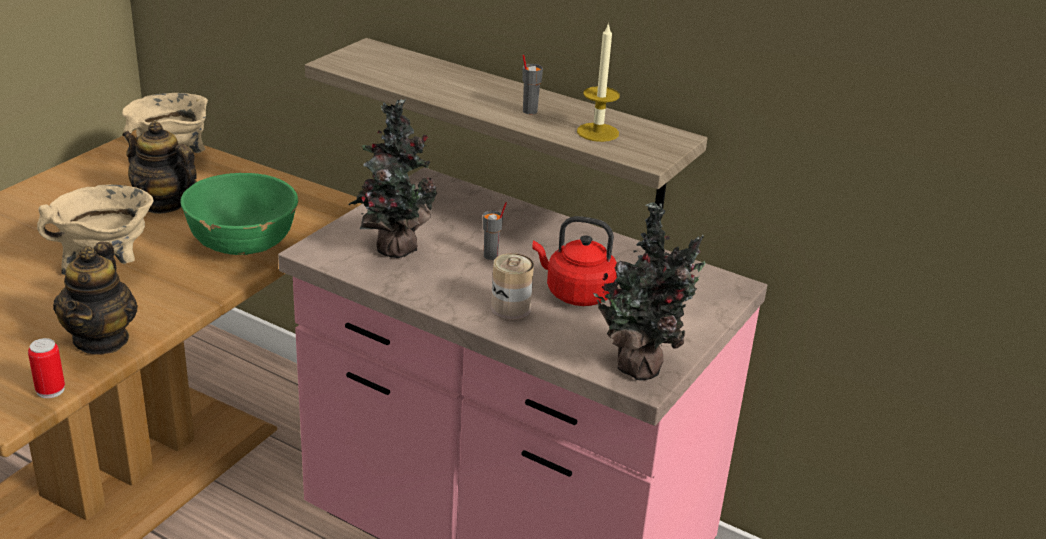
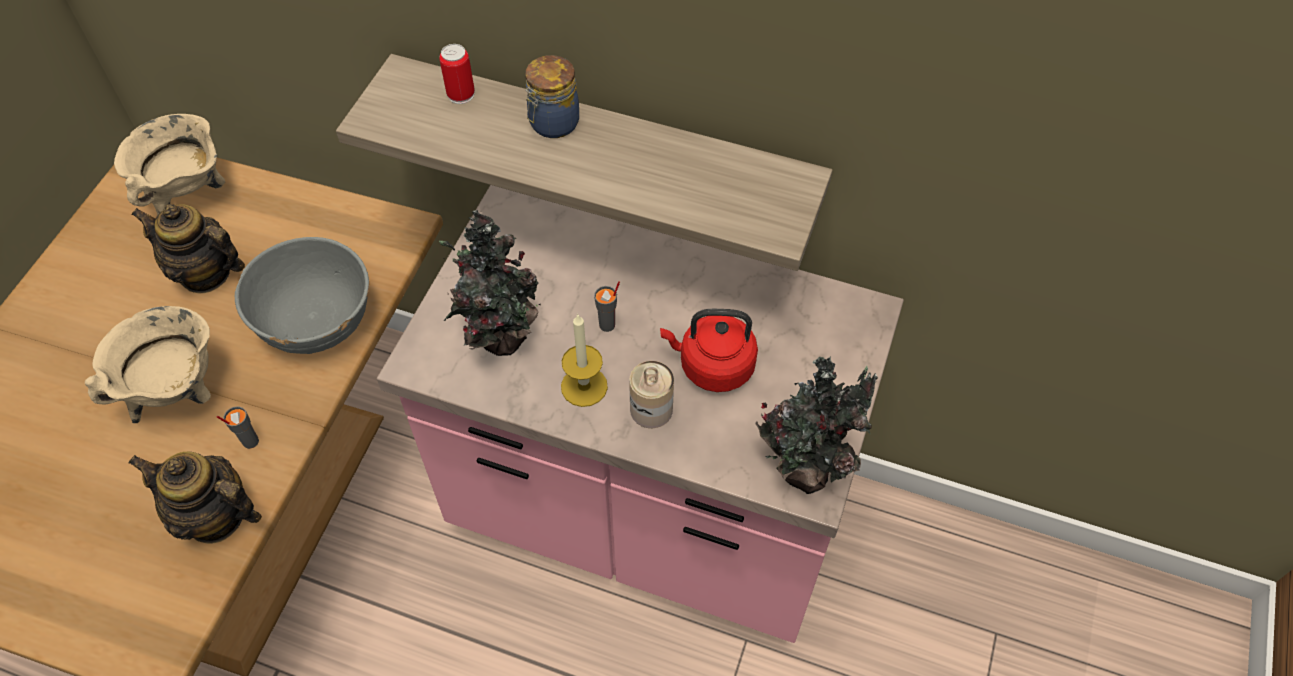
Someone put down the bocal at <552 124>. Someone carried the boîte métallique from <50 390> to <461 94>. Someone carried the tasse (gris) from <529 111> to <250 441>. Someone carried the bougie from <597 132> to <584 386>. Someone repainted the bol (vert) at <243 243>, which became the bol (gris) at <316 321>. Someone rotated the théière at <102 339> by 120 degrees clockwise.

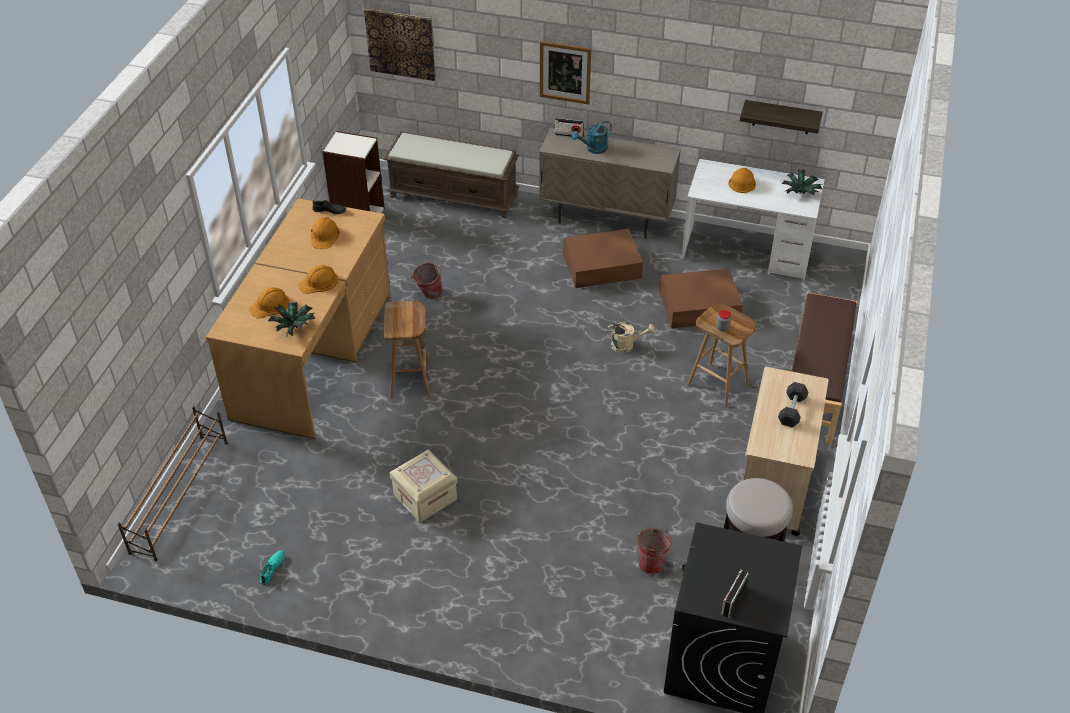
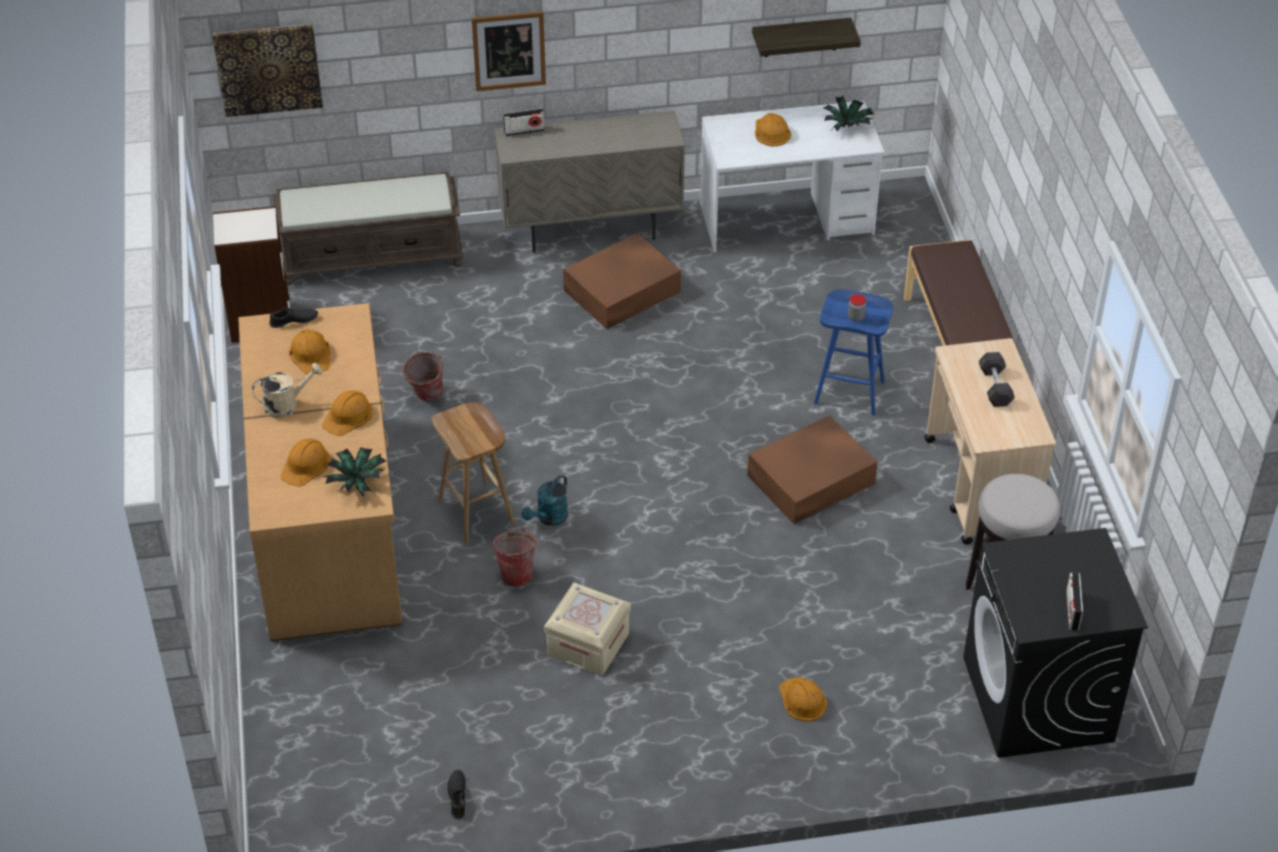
Someone took away the étagère à chaussures (marron) at <180 495>. Someone put down the casque de chantier (orange) at <802 700>. Someone carried the arrosoir (turquoise) from <593 149> to <549 518>. Someone carried the arrosoir (beige) from <626 345> to <287 405>. Someone carried the seau from <653 562> to <517 573>. Someone carried the boîte de rangement (marron) from <700 306> to <812 479>. Someone repainted the chaussure (turquoise) at <272 569>, which became the chaussure (noir) at <458 796>. Someone repainted the tabouret (marron) at <719 385>, which became the tabouret (bleu) at <850 392>.

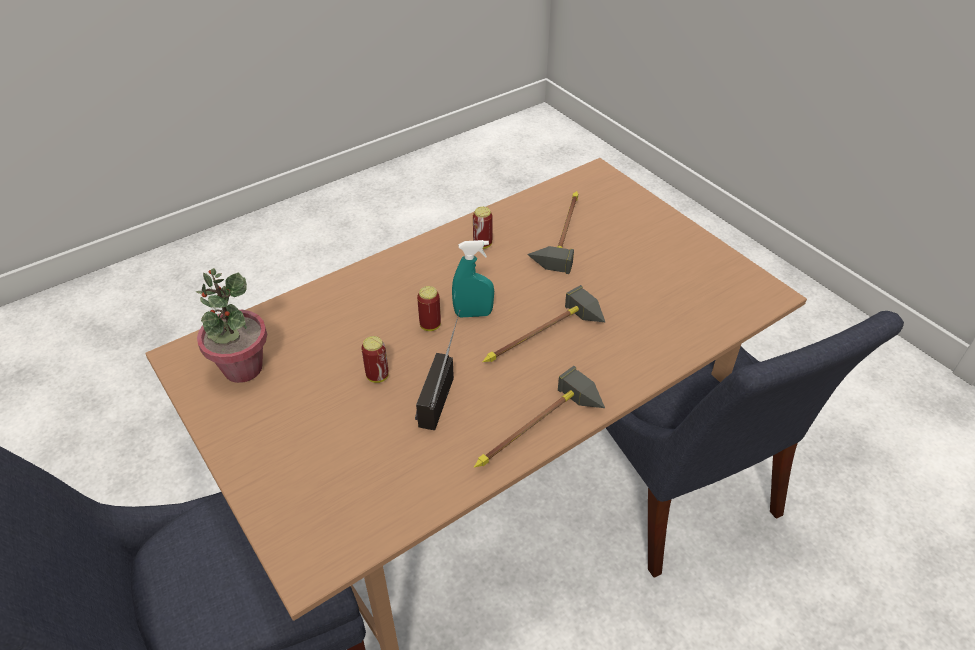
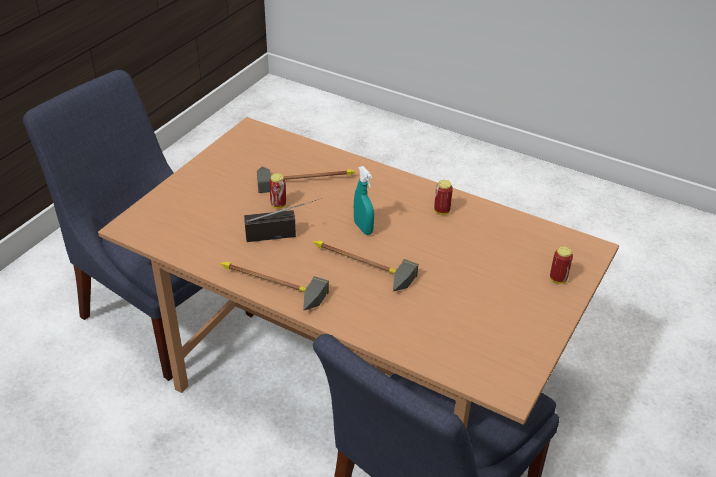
Someone took away the plante en pot at <242 368>. Someone carried the boîte métallique from <430 325> to <558 279>. Someone carried the marteau from <559 231> to <306 178>.

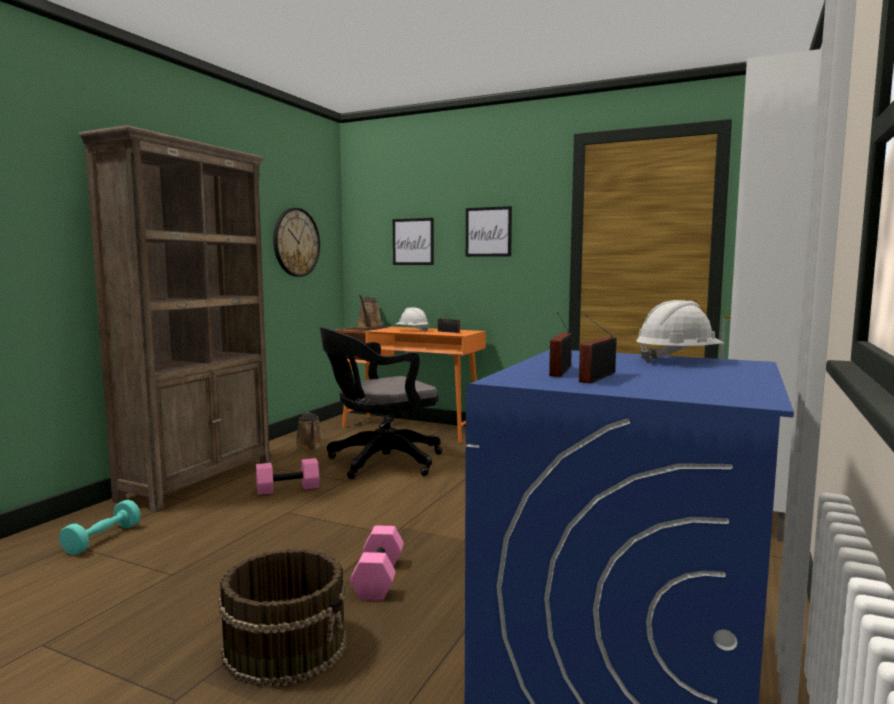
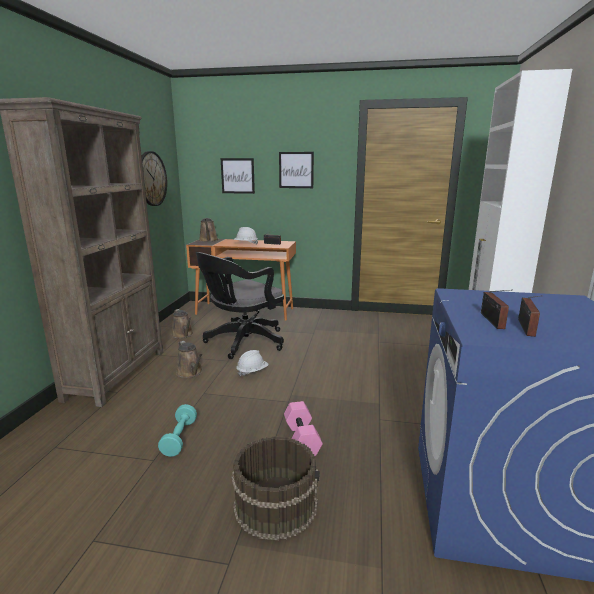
Someone carried the haltère (turquoise) from <103 539> to <179 438>. Someone carried the casque de chantier (blanc) from <677 360> to <252 371>. Someone swapped the haltère (rose) at <288 488> for the arrosoir (marron) at <190 372>.

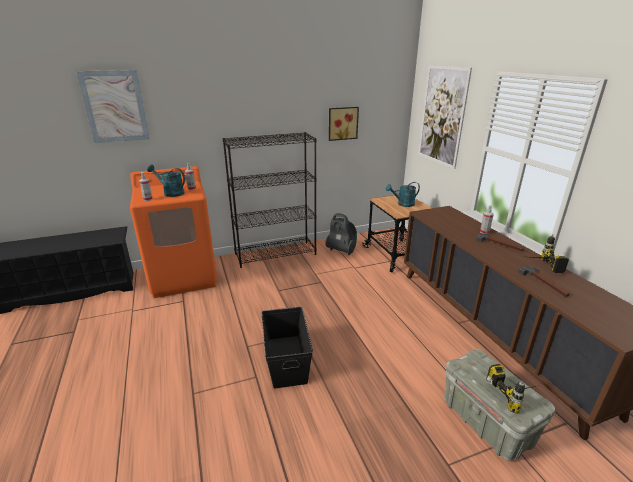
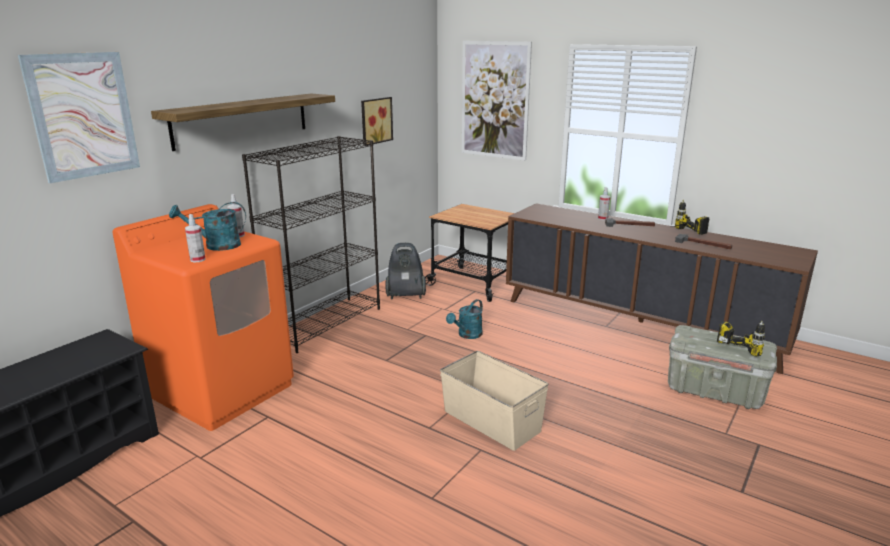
Someone put up the étagère at <242 120>. Someone carried the arrosoir (turquoise) from <403 204> to <467 335>. Someone repainted the boîte de rangement (noir) at <286 360>, which became the boîte de rangement (beige) at <491 421>.

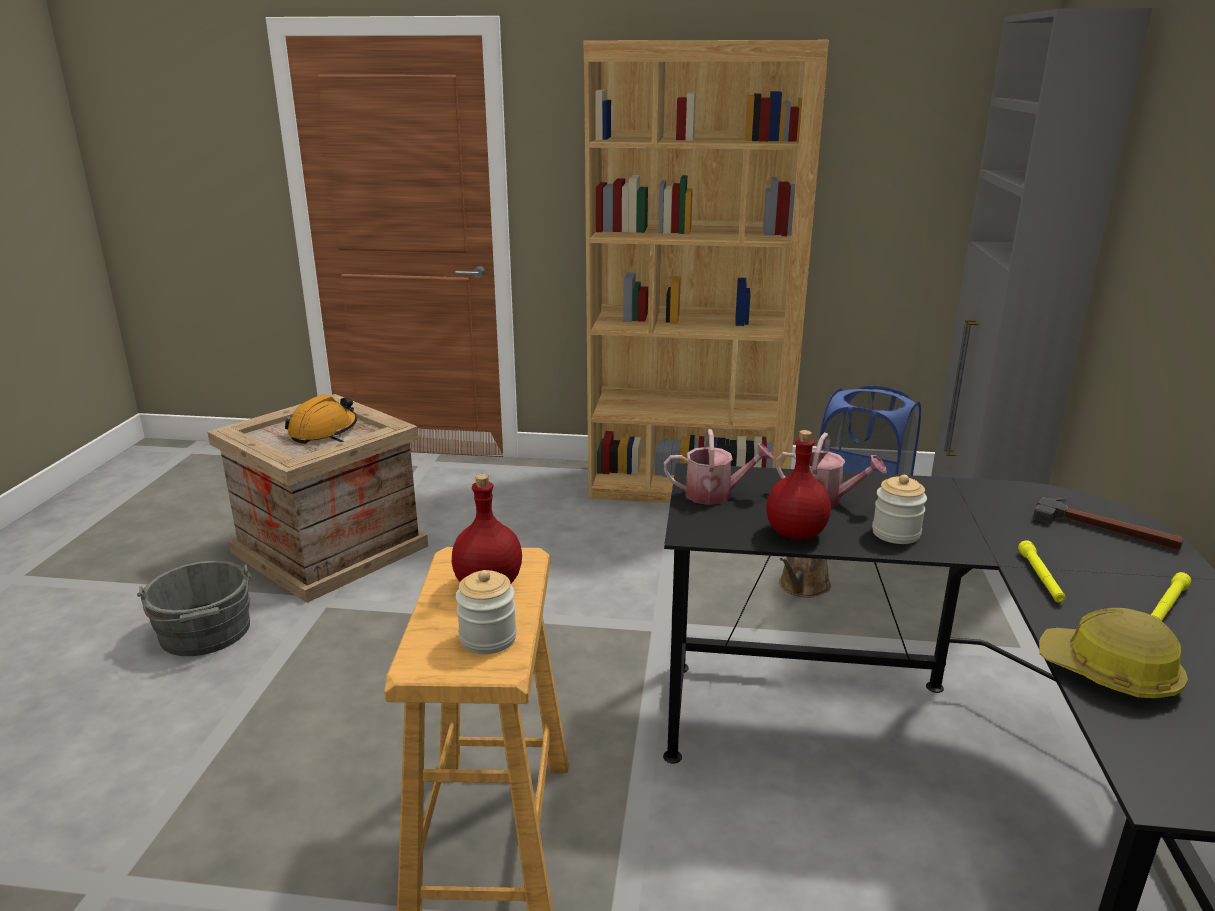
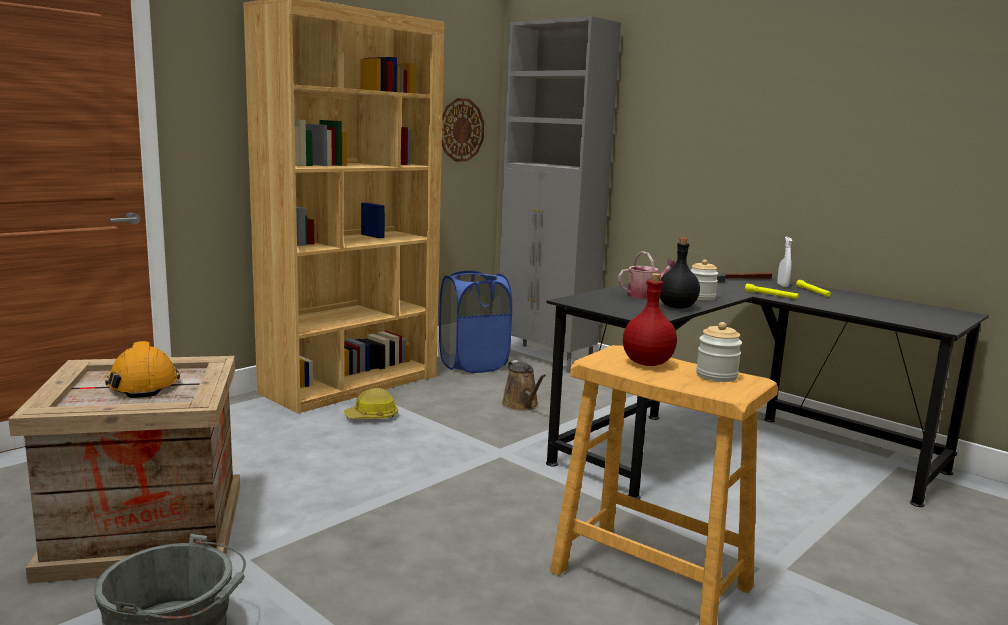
Someone took away the arrosoir at <715 494>. Someone put up the horloge murale at <461 130>. Someone put down the vaporisateur (blanc) at <782 285>. Someone carried the casque de chantier from <1109 673> to <372 416>. Someone repainted the bouteille (rouge) at <796 533>, which became the bouteille (noir) at <676 307>.

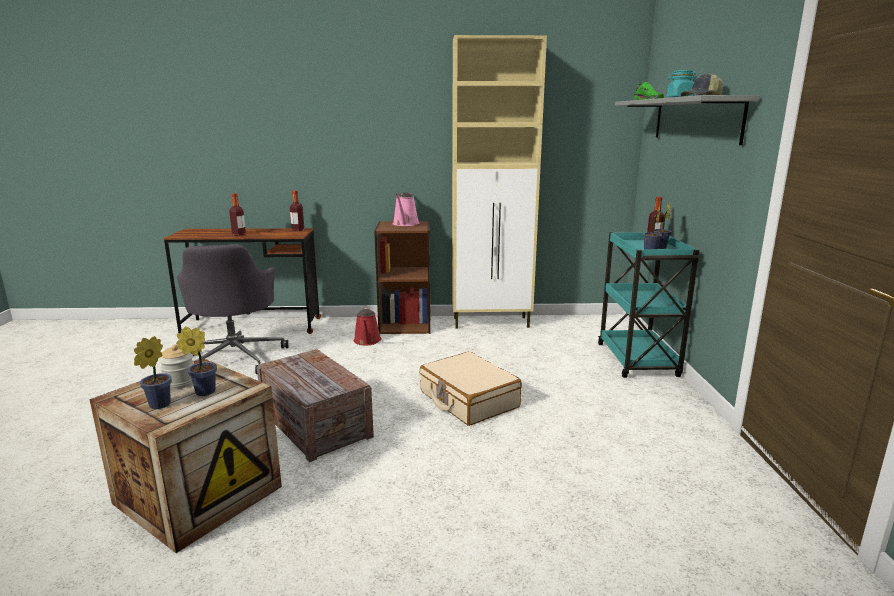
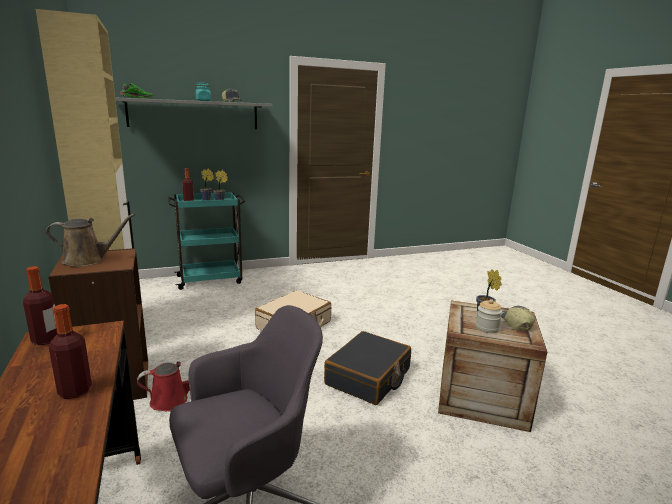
Someone swapped the plante en pot at <157 406> for the casquette at <515 323>. Someone swapped the caisse at <316 425> for the valise (noir) at <368 377>. Someone repainted the arrosoir (rose) at <405 224>, which became the arrosoir (marron) at <88 260>.

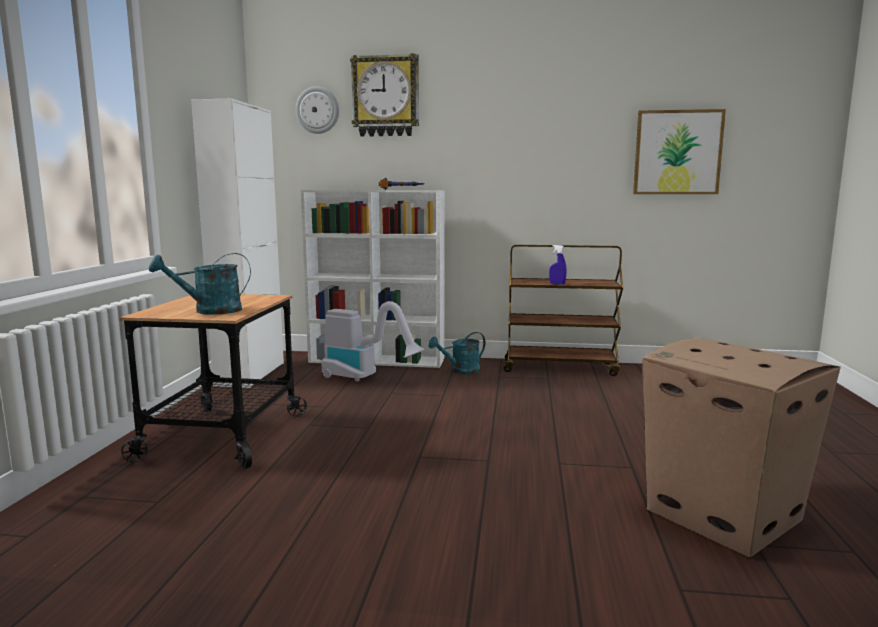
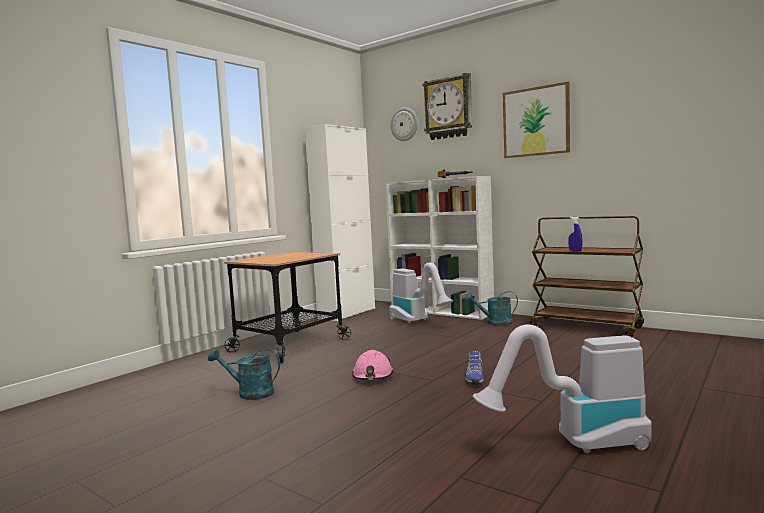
Someone put down the casque de chantier (rose) at <373 376>. Someone put down the chaussure at <474 379>. Someone carried the arrosoir (turquoise) from <209 311> to <249 393>. Someone carried the tableau from <677 152> to <536 121>. Someone swapped the carton at <725 515> for the aspirateur at <574 444>.

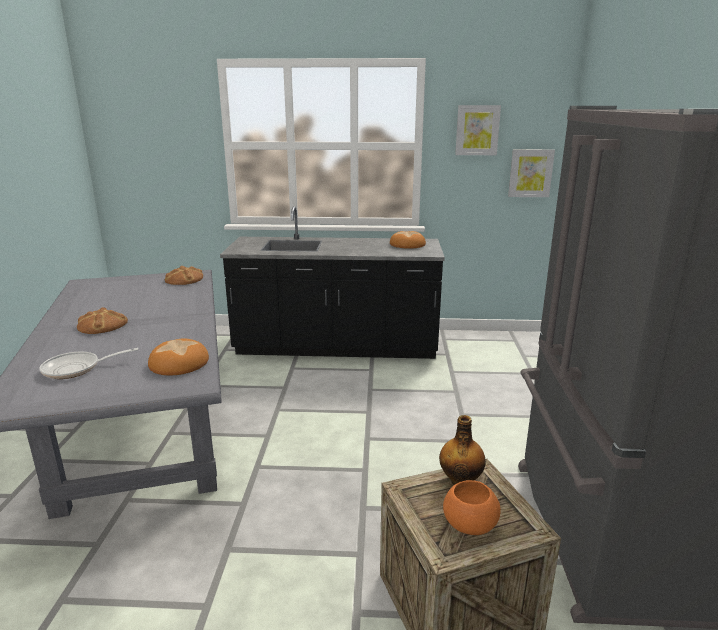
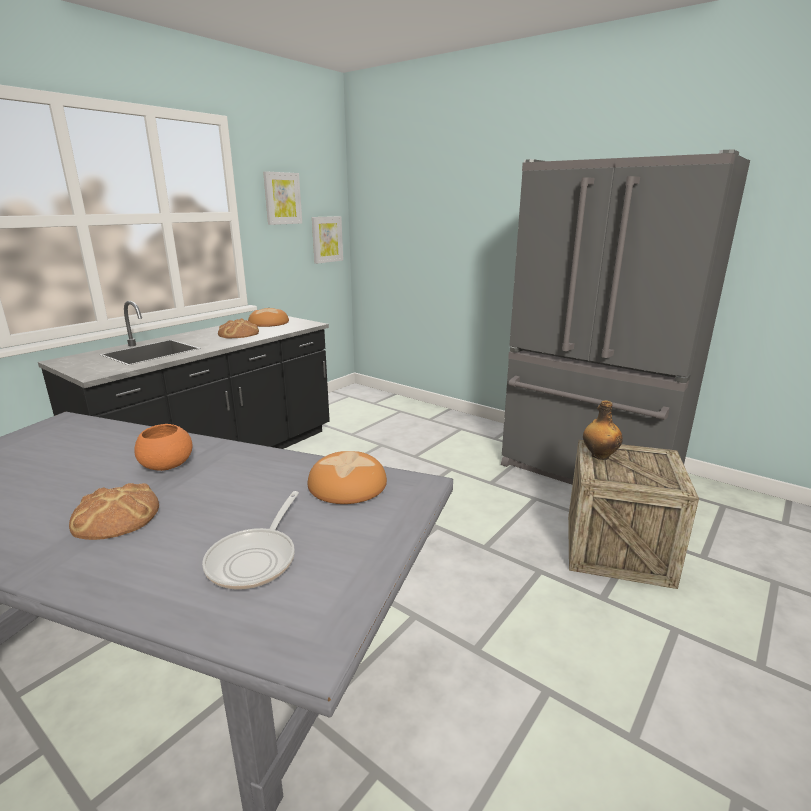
Someone carried the pain from <184 279> to <239 333>. Someone carried the bol (orange) from <468 524> to <166 465>.

